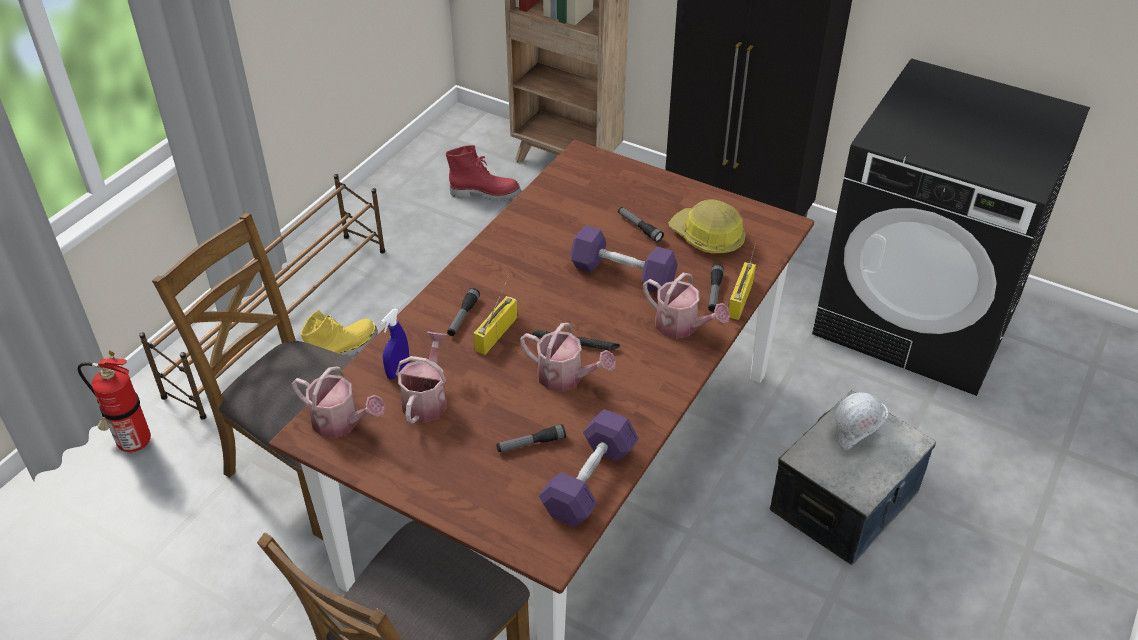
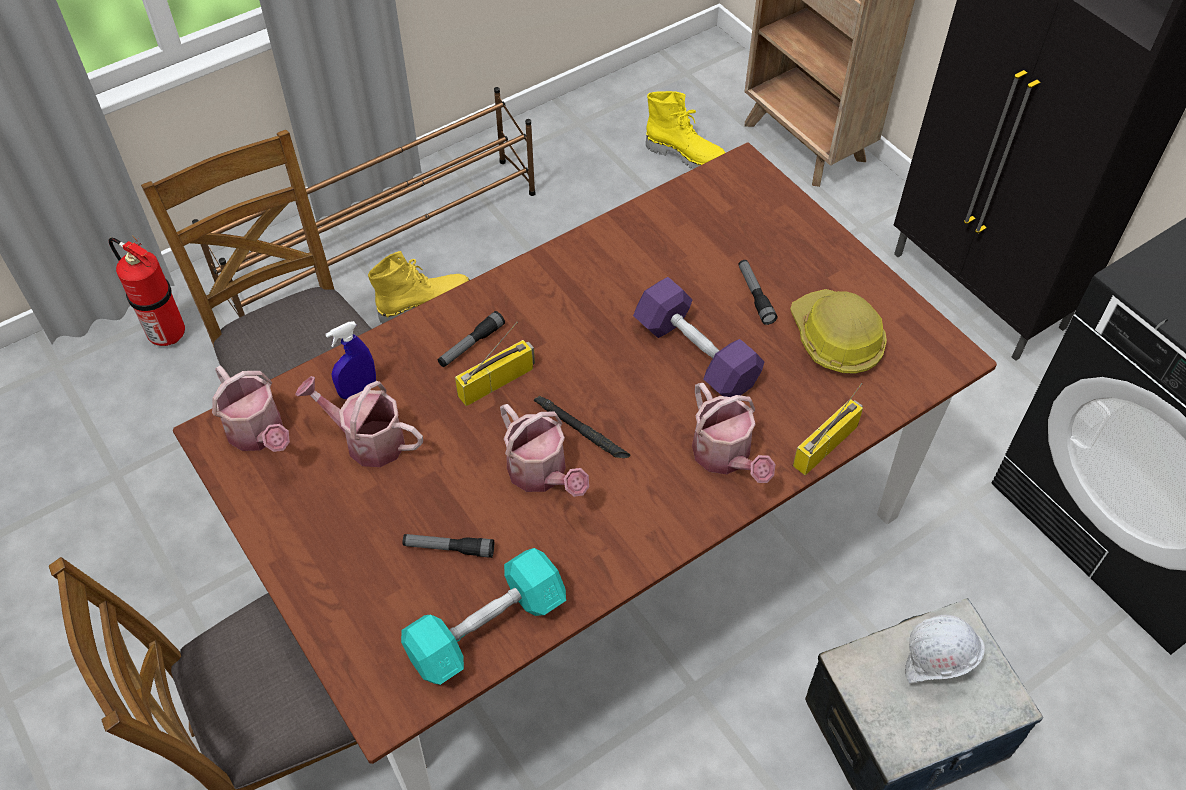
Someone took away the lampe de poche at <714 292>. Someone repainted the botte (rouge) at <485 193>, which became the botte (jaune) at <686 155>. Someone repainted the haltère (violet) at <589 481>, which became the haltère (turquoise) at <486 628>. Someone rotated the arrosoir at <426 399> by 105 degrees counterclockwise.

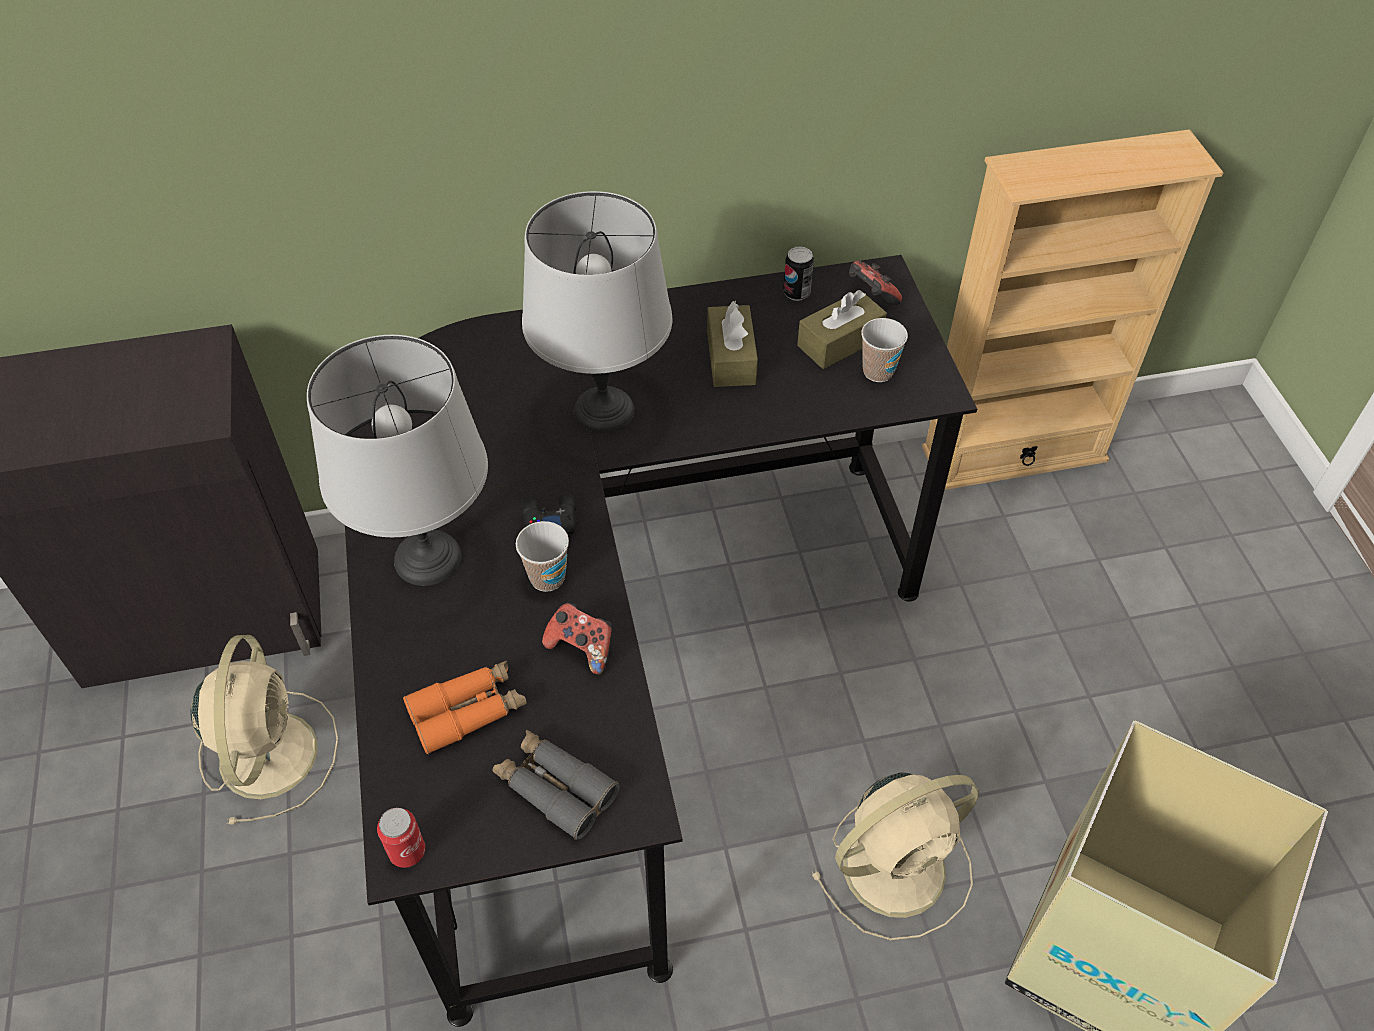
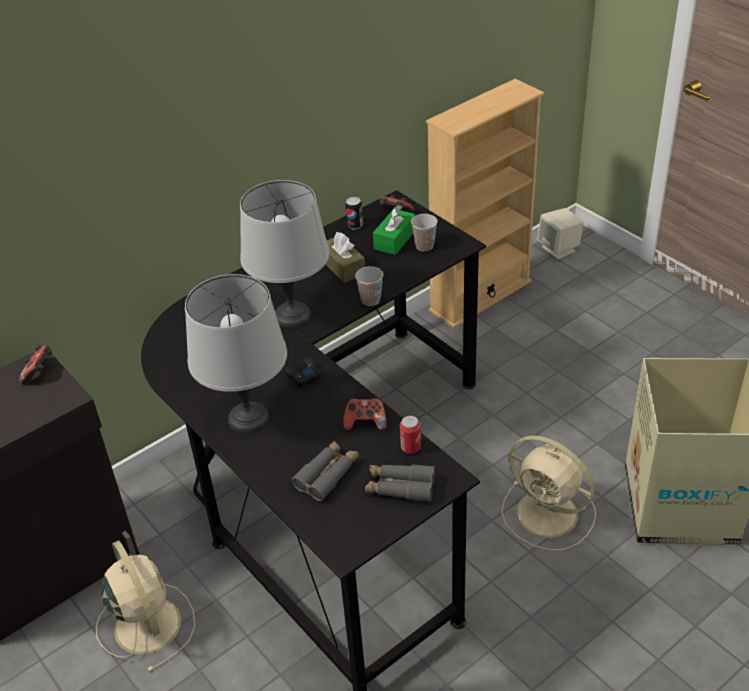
Someone put down the manette at <40 372>. Someone put down the enceinte (beige) at <559 249>. Someone carried the boîte métallique from <407 851> to <410 447>. Someone carried the tasse from <547 578> to <370 300>. Someone repainted the jumelles (orange) at <468 711>, which became the jumelles (gris) at <327 475>. Someone repainted the boîte à mouchoirs (marron) at <840 342>, which became the boîte à mouchoirs (vert) at <394 239>. Someone rotated the ventilateur (beige) at <898 865> by 90 degrees clockwise.

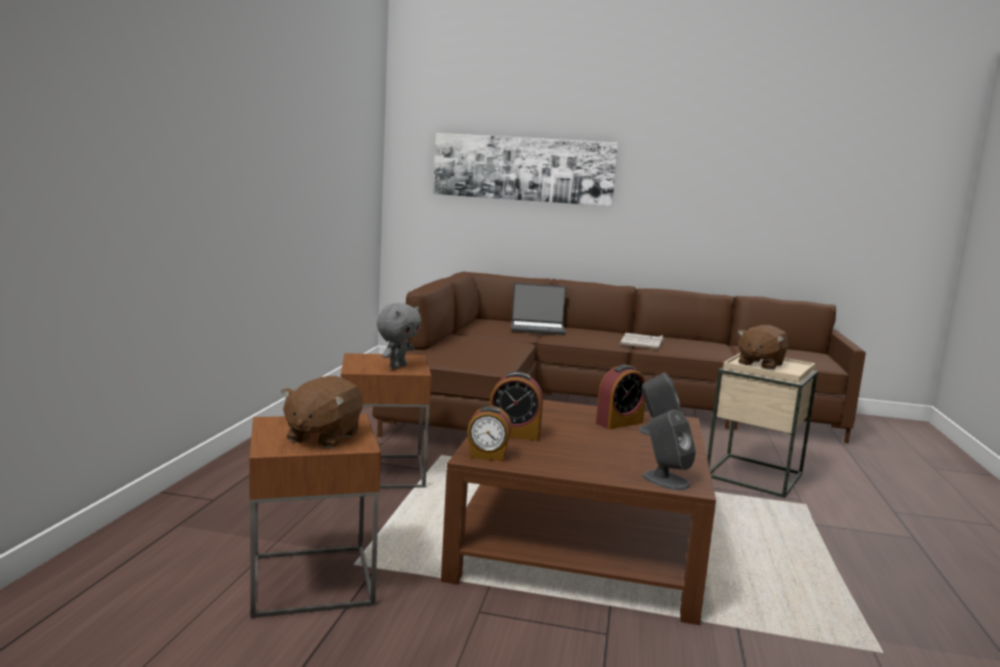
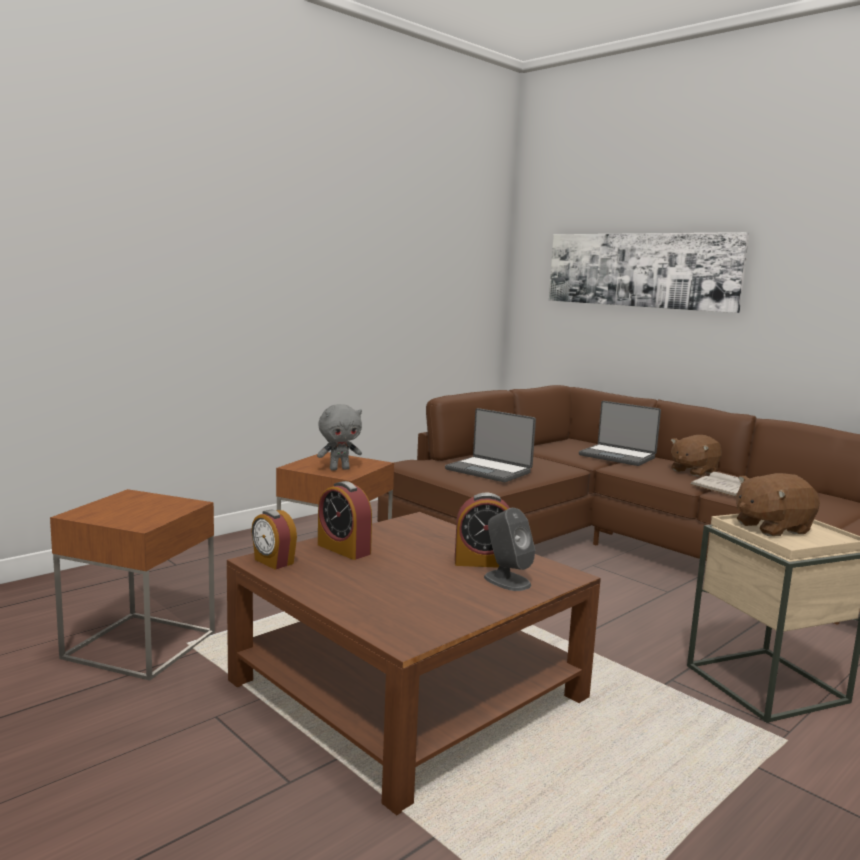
Someone took away the enceinte (gris) at <665 480>. Someone put down the ordinateur portable at <489 471>. Someone carried the peluche (marron) from <322 437> to <693 471>.

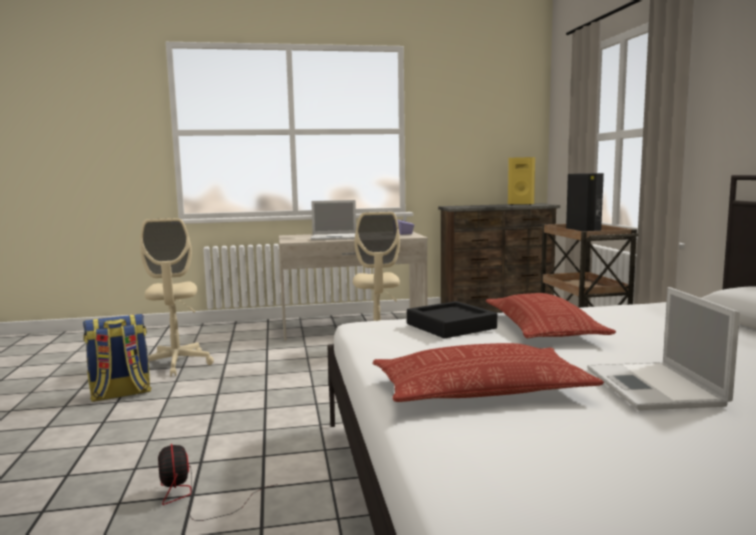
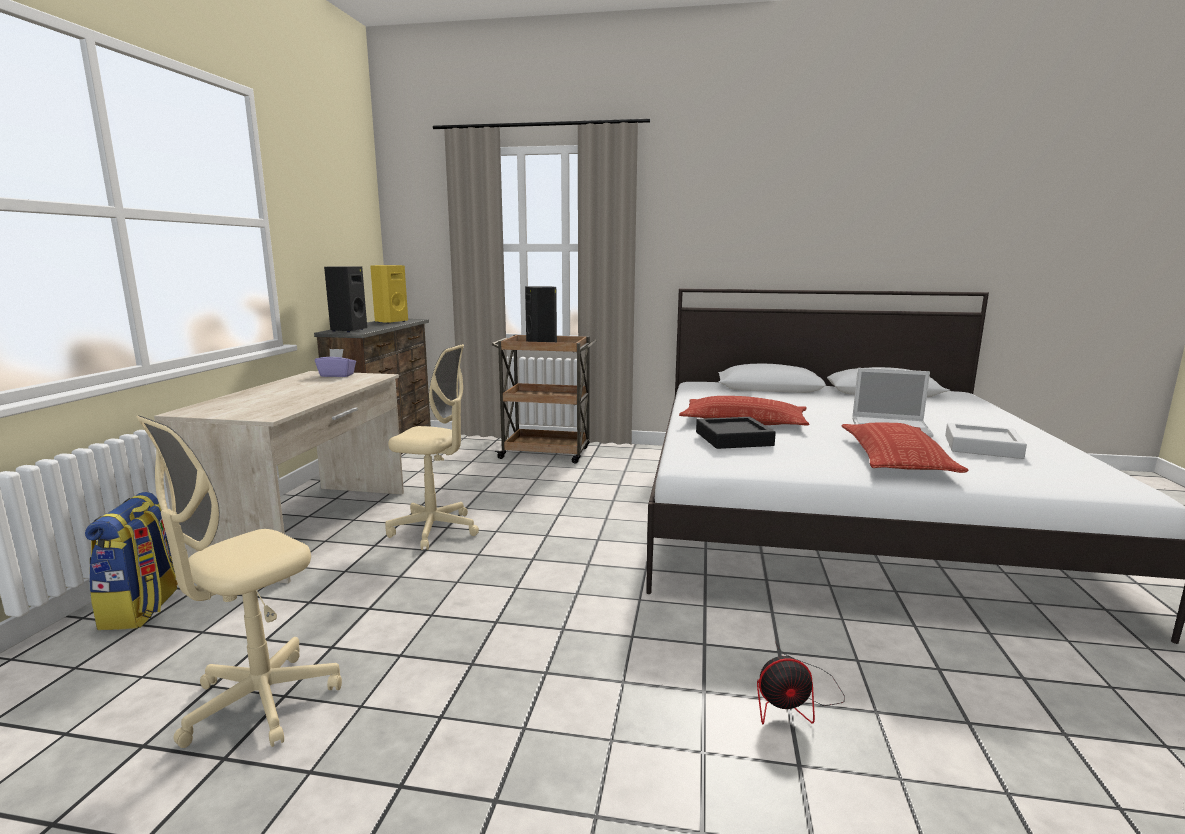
Someone took away the ordinateur portable at <335 237>. Someone put down the enceinte (noir) at <347 330>. Someone put down the plateau (gris) at <982 447>. Someone carried the sac à dos from <120 394> to <144 609>. Someone rotated the chaise de bureau (beige) at <176 364> by 120 degrees clockwise.

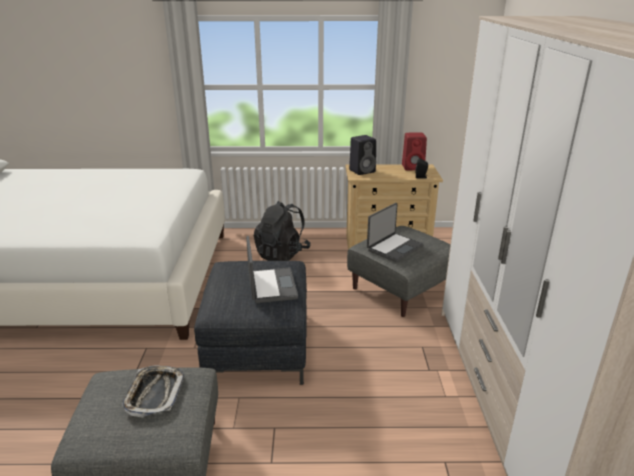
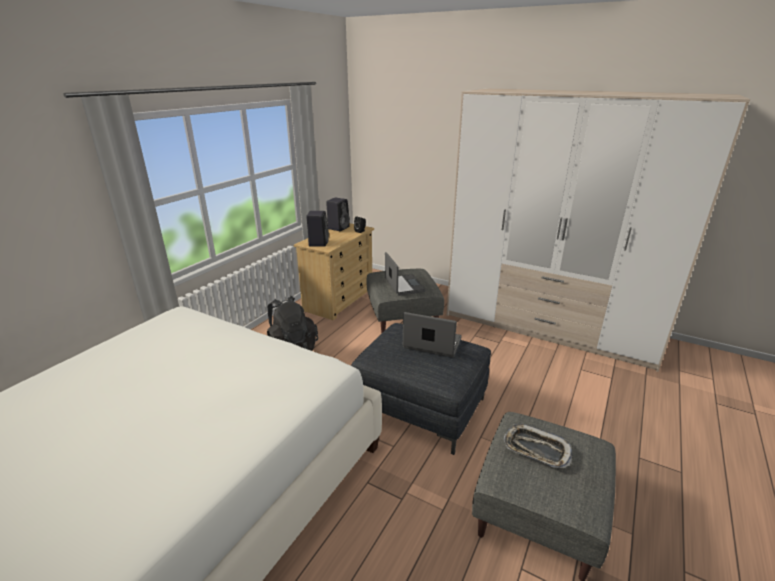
Someone repainted the enceinte (rouge) at <413 167>, which became the enceinte (noir) at <338 228>.

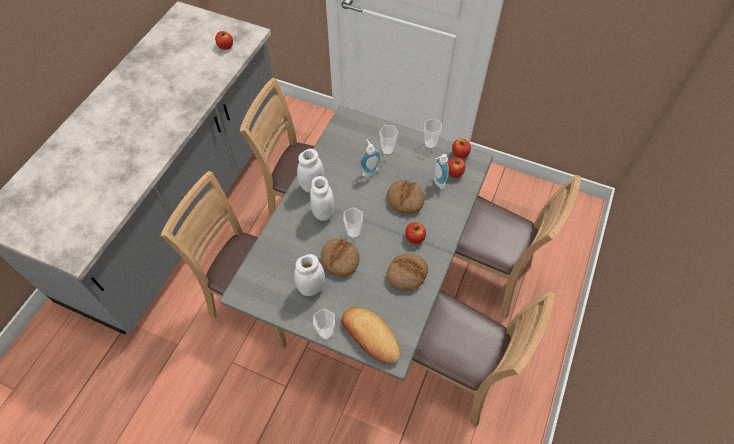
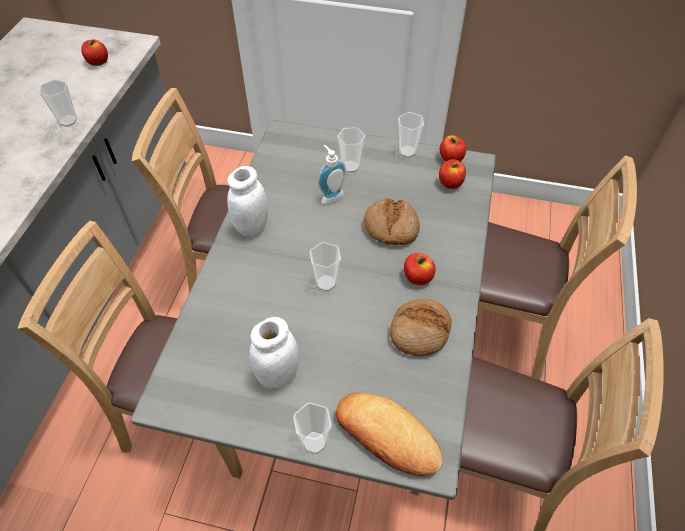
Someone took away the bocal (blanc) at <323 212>. Someone took away the pain at <339 260>. Someone took away the distributeur de savon at <437 183>. Someone put down the tasse at <68 121>.

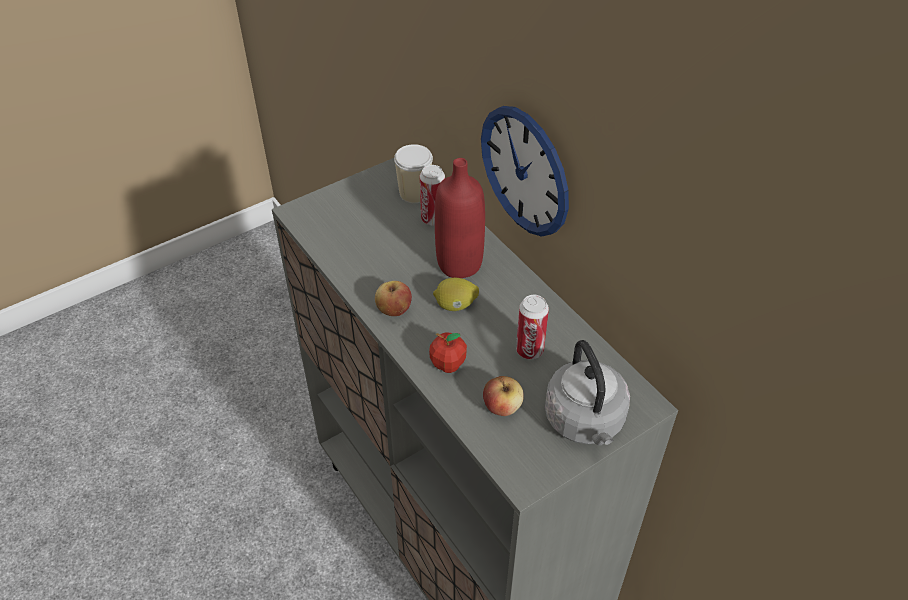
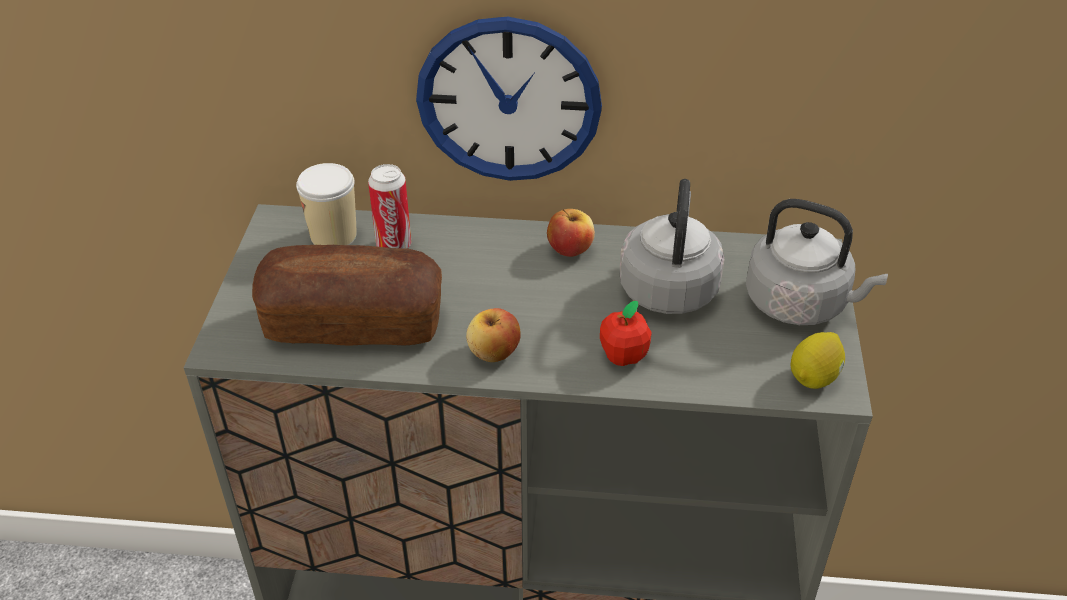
Someone took away the bouteille (rouge) at <459 264>. Someone put down the pain at <353 322>. Someone carried the citron from <455 305> to <814 377>. Someone carried the pomme from <502 406> to <570 249>. Someone swapped the boîte métallique at <529 350> for the bouilloire (gris) at <669 286>.

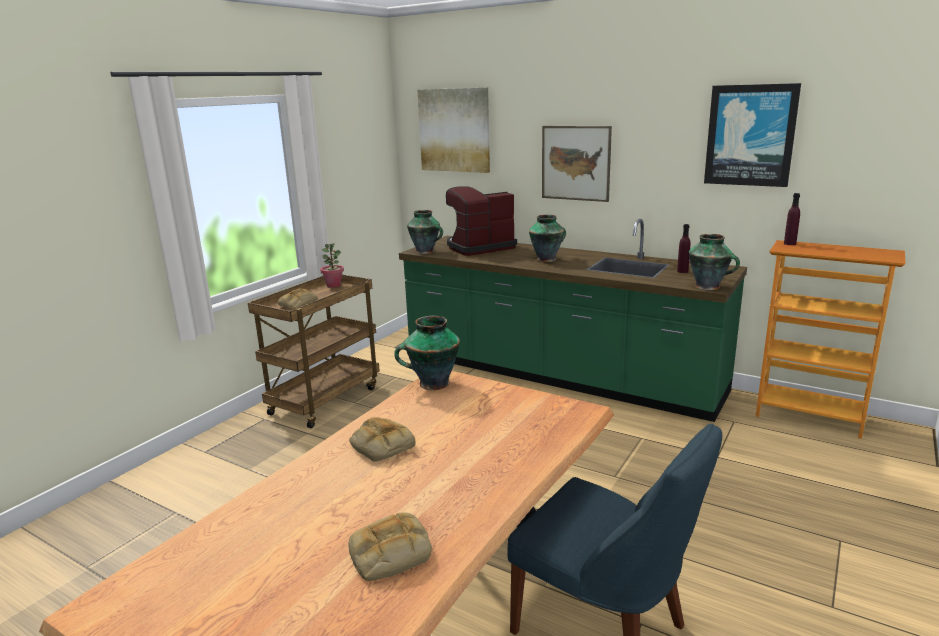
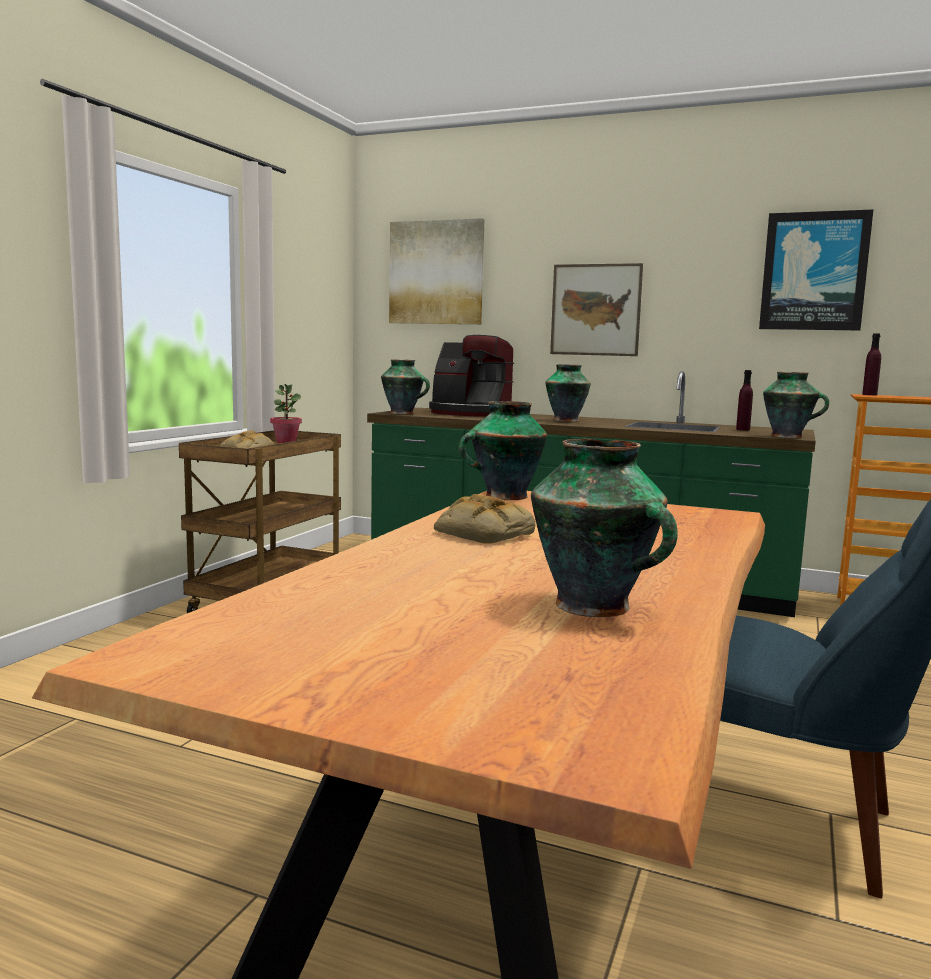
Someone swapped the pain at <389 554> for the vase at <595 607>. Someone rotated the machine à café at <479 247> by 120 degrees counterclockwise.

